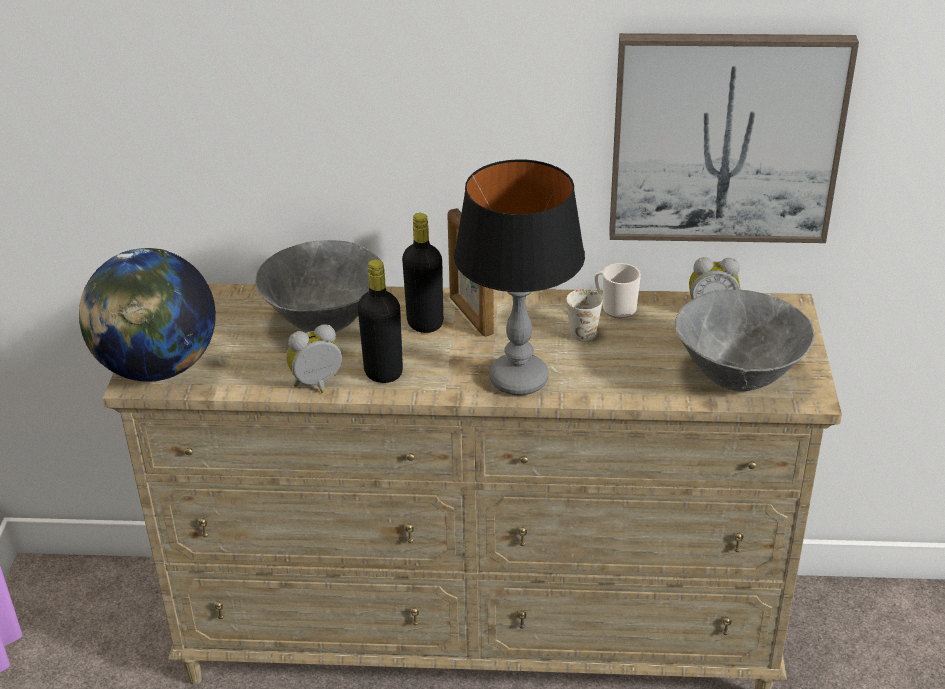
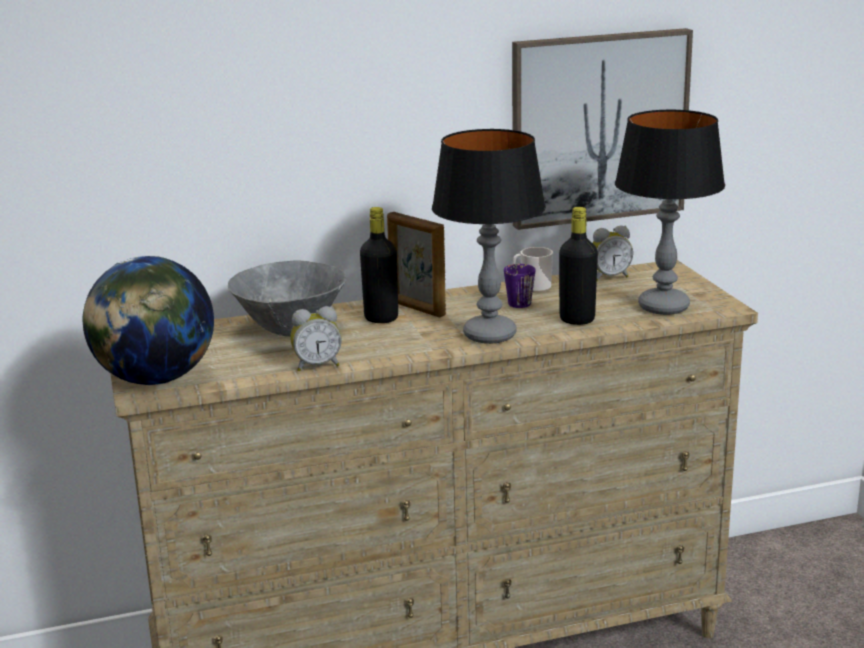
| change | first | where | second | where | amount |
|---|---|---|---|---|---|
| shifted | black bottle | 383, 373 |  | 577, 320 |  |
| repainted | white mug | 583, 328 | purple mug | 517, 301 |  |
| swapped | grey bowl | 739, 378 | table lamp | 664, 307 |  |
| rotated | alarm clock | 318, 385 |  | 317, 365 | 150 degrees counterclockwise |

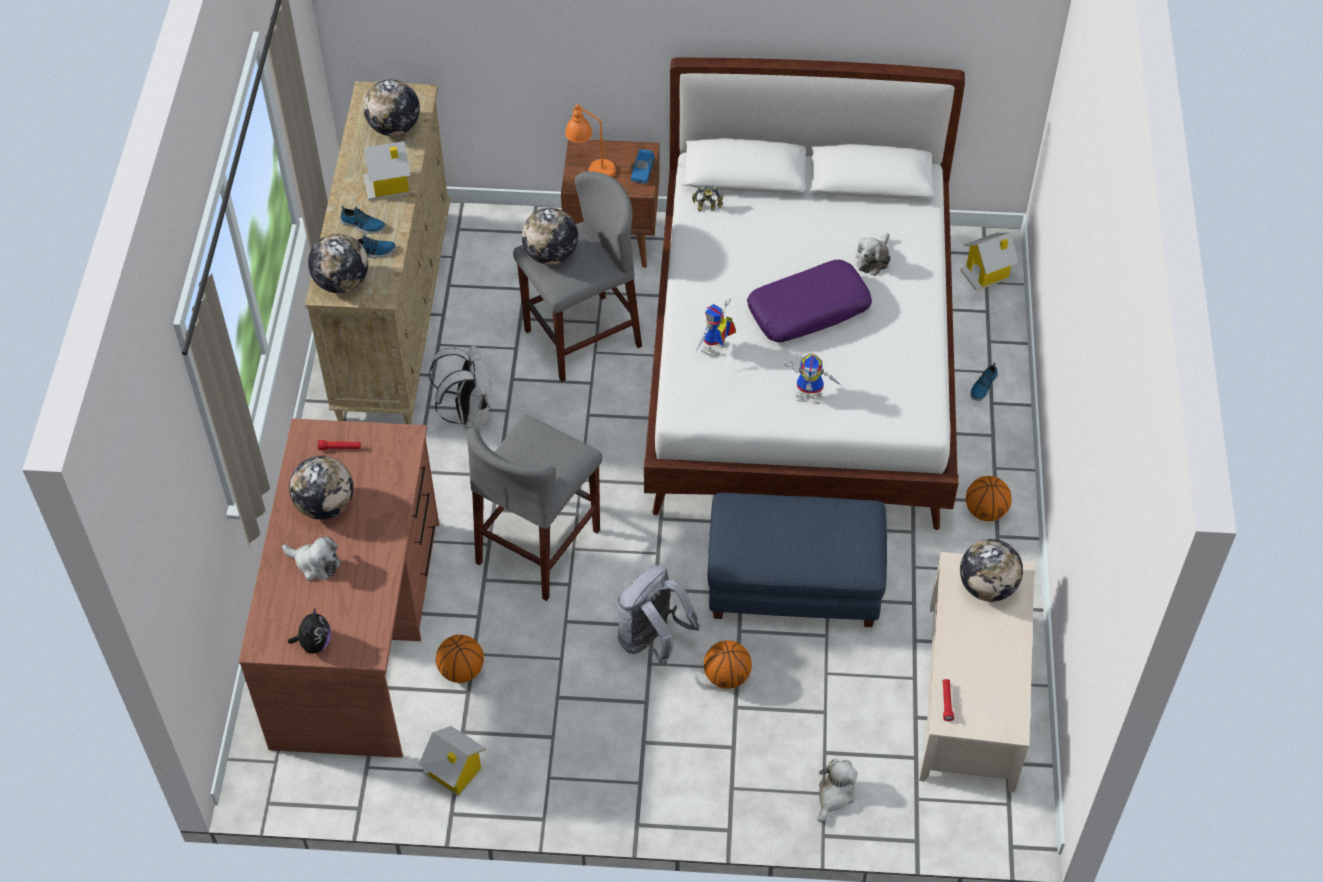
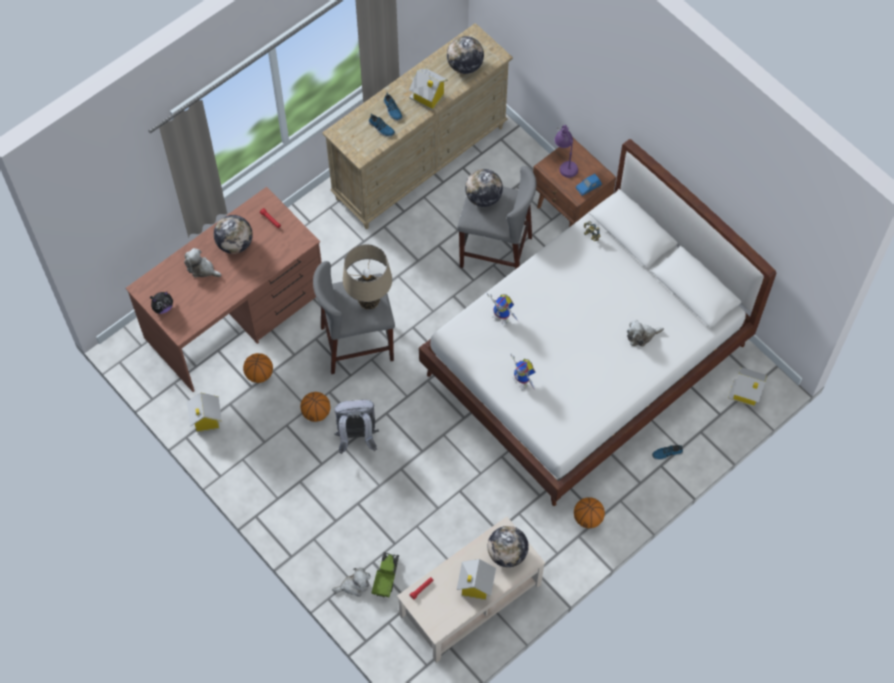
| change | first | where | second | where | amount |
|---|---|---|---|---|---|
| repainted | orange table lamp | 590, 167 | purple table lamp | 565, 163 |  |
| gone | globe | 341, 283 |  |  |  |
| gone | purple pillow | 808, 309 |  |  |  |
| rotated | toy robot | 715, 350 |  | 503, 317 | 135 degrees counterclockwise |
| gone | white backpack | 469, 413 |  |  |  |
| gone | blue ottoman | 795, 582 |  |  |  |
| rotated | plush toy | 315, 563 |  | 202, 269 | 135 degrees clockwise |
| shifted | basketball | 726, 677 |  | 316, 413 |  |
| new |  |  | beige table lamp | 369, 300 |  |
| new |  |  | toy truck | 385, 577 |  |
| new |  |  | toy house | 475, 585 |  |

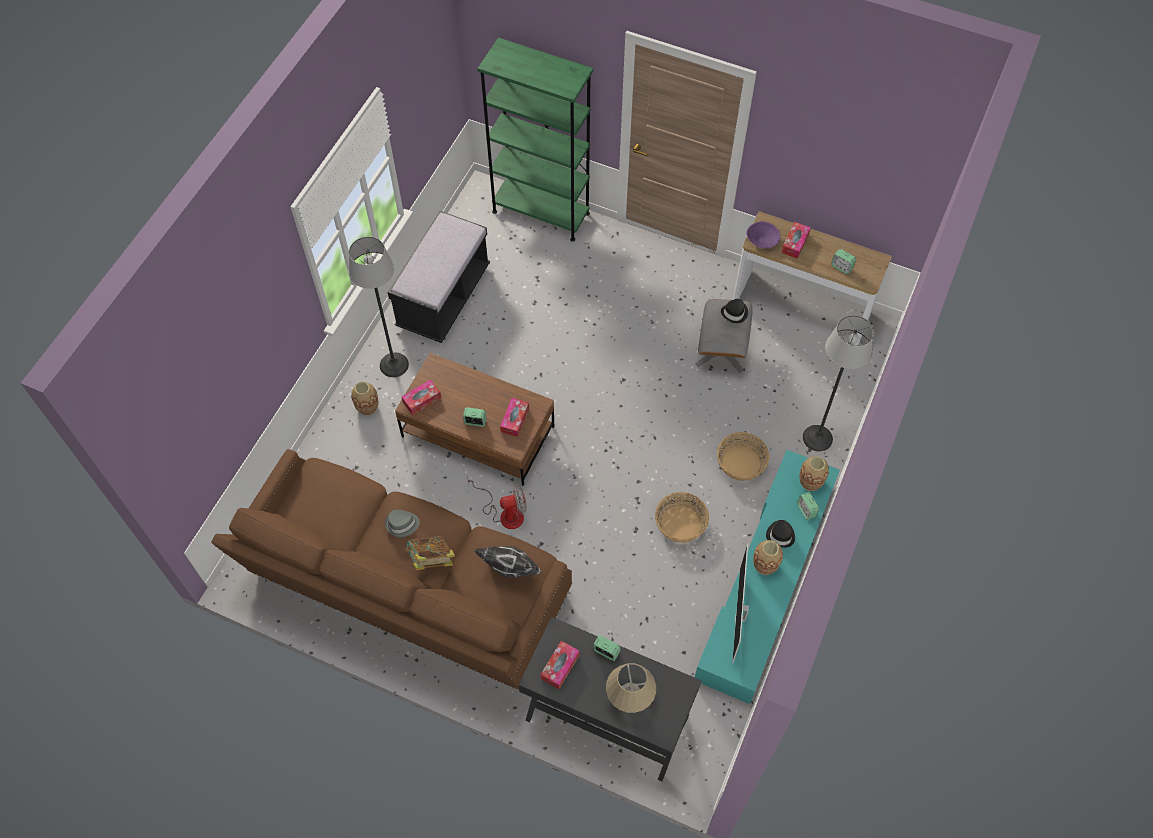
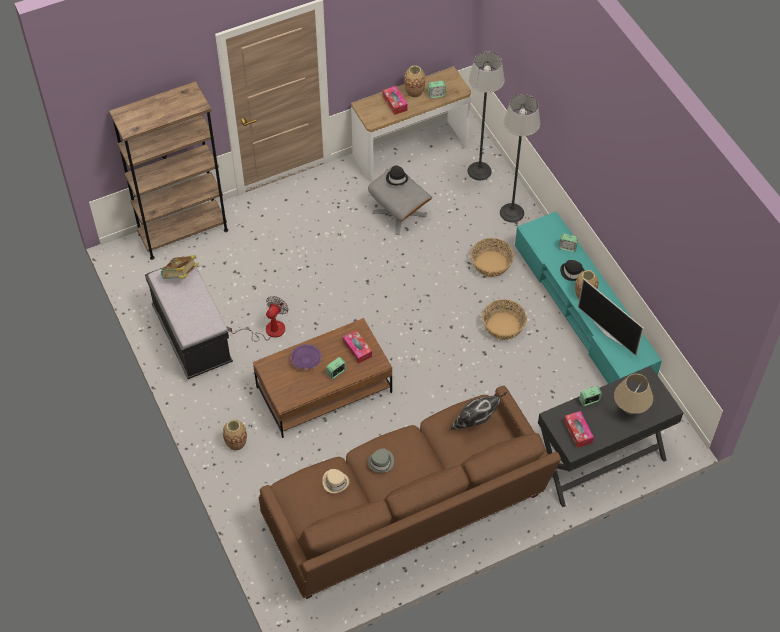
| change | first | where | second | where | amount |
|---|---|---|---|---|---|
| repainted | green bookcase | 540, 212 | brown bookcase | 183, 232 |  |
| shifted | purple bowl | 762, 240 |  | 306, 361 |  |
| shifted | floor lamp | 394, 364 |  | 479, 171 |  |
| gone | tissue box | 422, 400 |  |  |  |
| shifted | vase | 810, 482 |  | 414, 92 |  |
| shifted | fan | 505, 513 |  | 267, 330 |  |
| shifted | book | 431, 559 |  | 180, 276 |  |
| new |  |  | beige hat | 335, 482 |  |

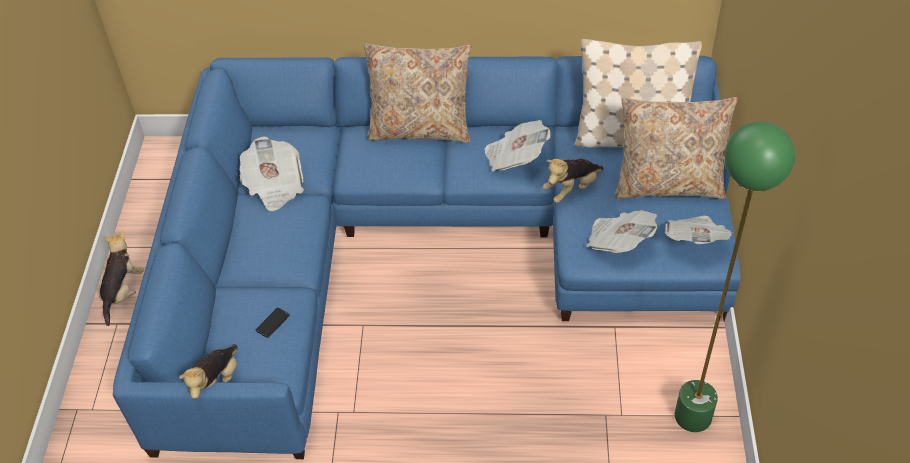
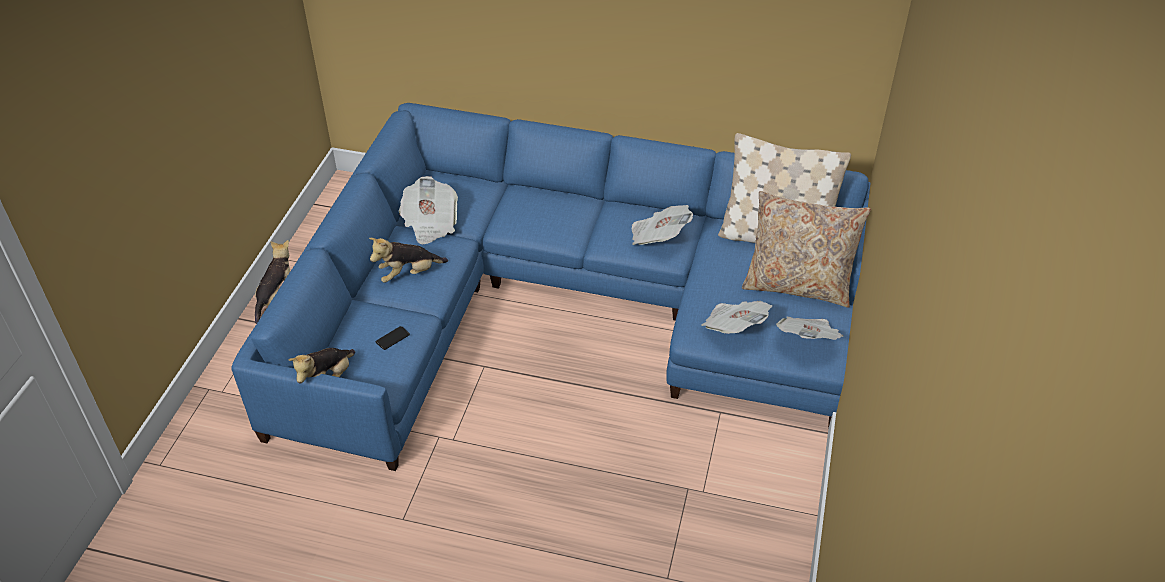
| change | first | where | second | where | amount |
|---|---|---|---|---|---|
| gone | beige pillow | 420, 129 |  |  |  |
| gone | green floor lamp | 693, 416 |  |  |  |
| shifted | plush toy | 572, 189 |  | 409, 274 |  |

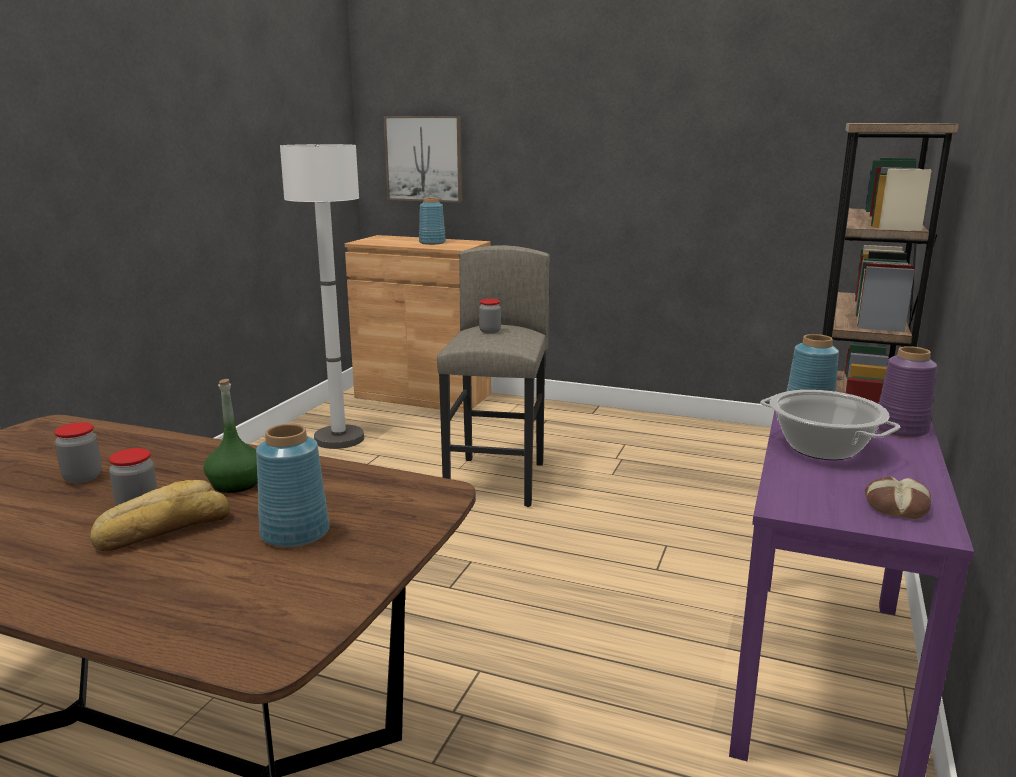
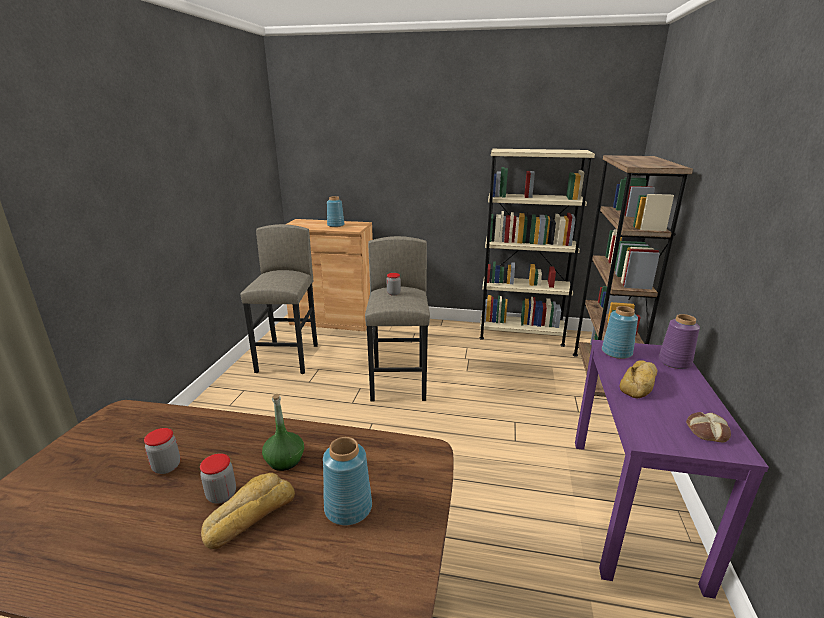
| change | first | where | second | where | amount |
|---|---|---|---|---|---|
| gone | picture | 424, 159 |  |  |  |
| swapped | white floor lamp | 339, 439 | grey stool | 288, 358 |  |
| swapped | cooking pot | 821, 448 | bread | 640, 384 |  |
| new |  |  | beige bookcase | 521, 334 |  |

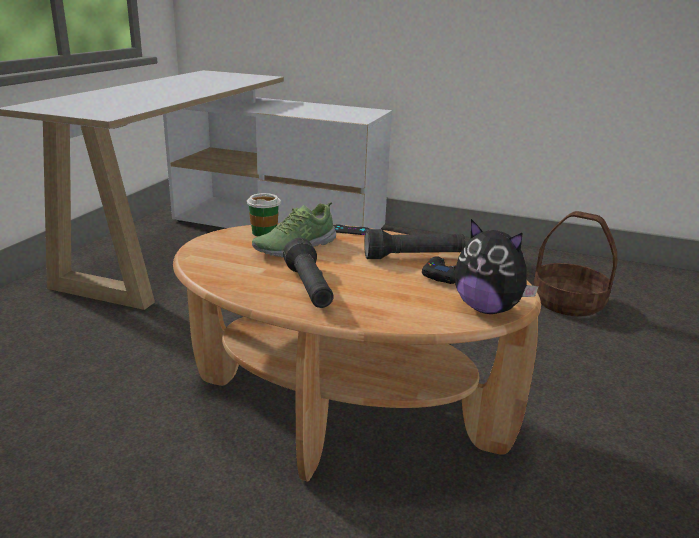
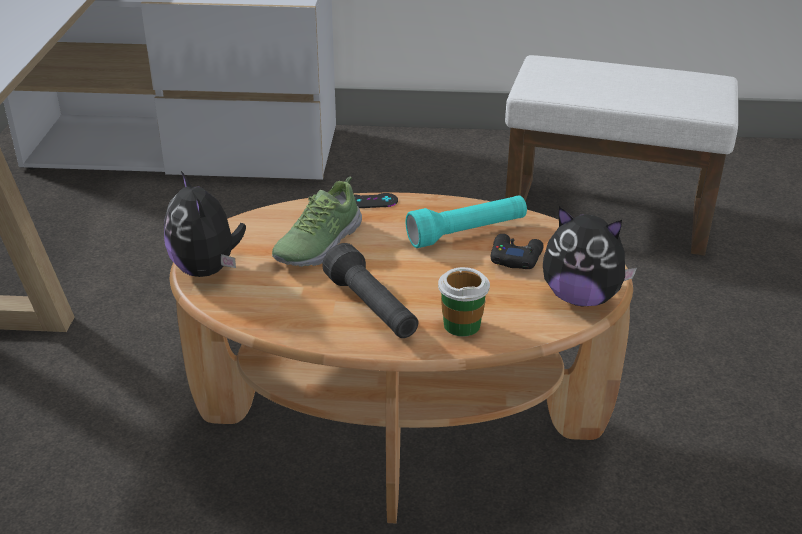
| change | first | where | second | where | amount |
|---|---|---|---|---|---|
| shifted | cup | 264, 232 |  | 461, 325 |  |
| swapped | basket | 568, 302 | white ottoman | 609, 214 |  |
| repainted | black flashlight | 414, 257 | turquoise flashlight | 467, 233 |  |
| new |  |  | plush toy | 207, 269 |  |

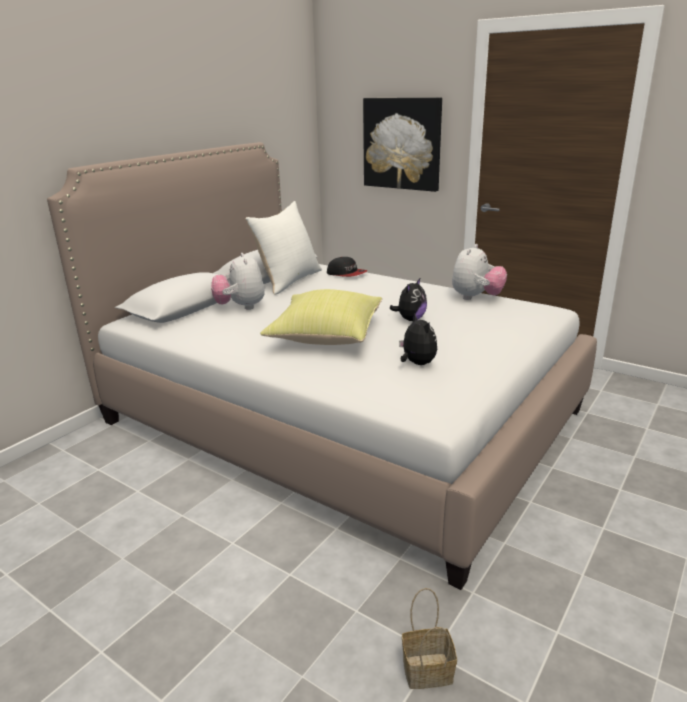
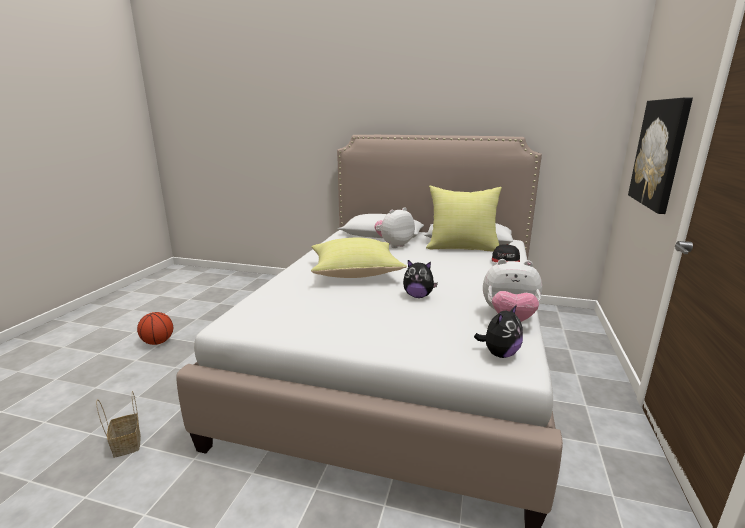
| change | first | where | second | where | amount |
|---|---|---|---|---|---|
| repainted | white pillow | 289, 281 | yellow pillow | 462, 248 |  |
| shifted | plush toy | 417, 363 |  | 499, 354 |  |
| new |  |  | basketball | 158, 342 |  |

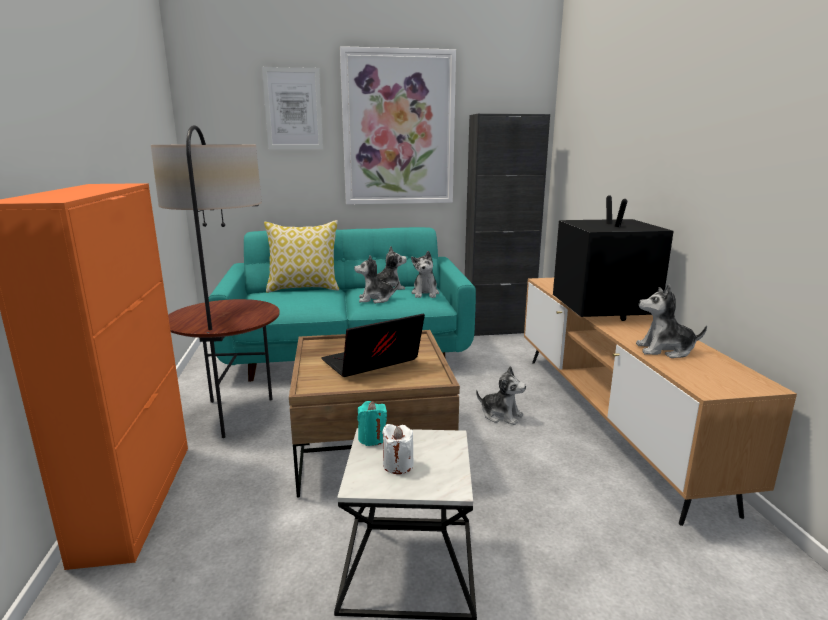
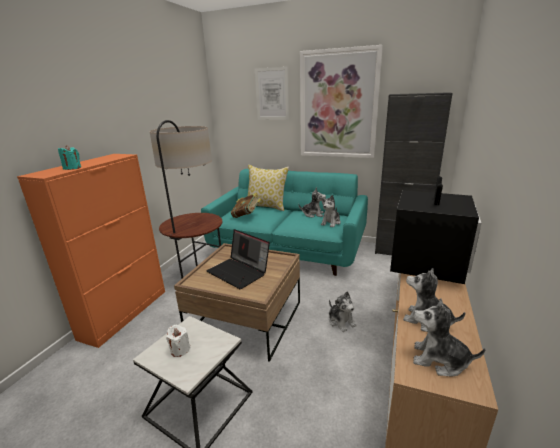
| change | first | where | second | where | amount |
|---|---|---|---|---|---|
| shifted | plush toy | 375, 299 |  | 439, 360 |  |
| rotated | laptop | 371, 363 |  | 239, 272 | 135 degrees counterclockwise |
| shifted | turquoise candle | 372, 438 |  | 72, 168 |  |
| new |  |  | book | 246, 216 |  |

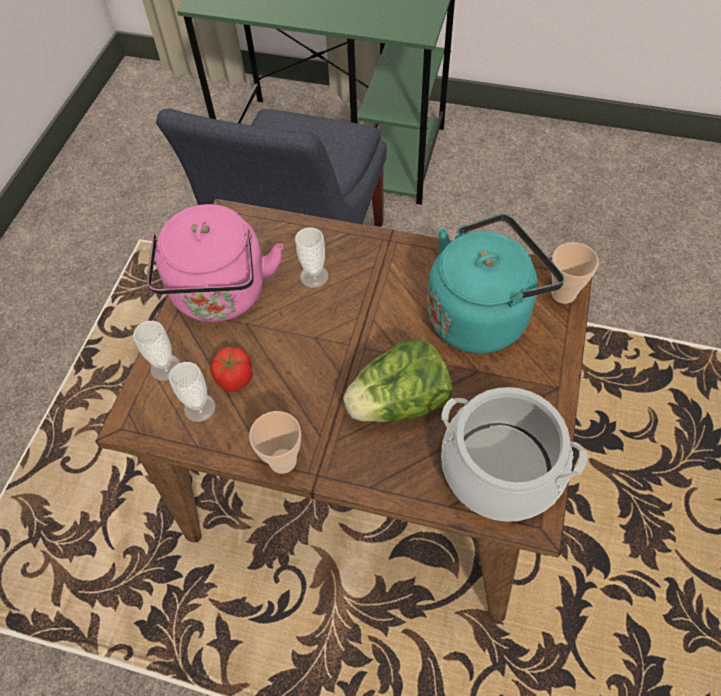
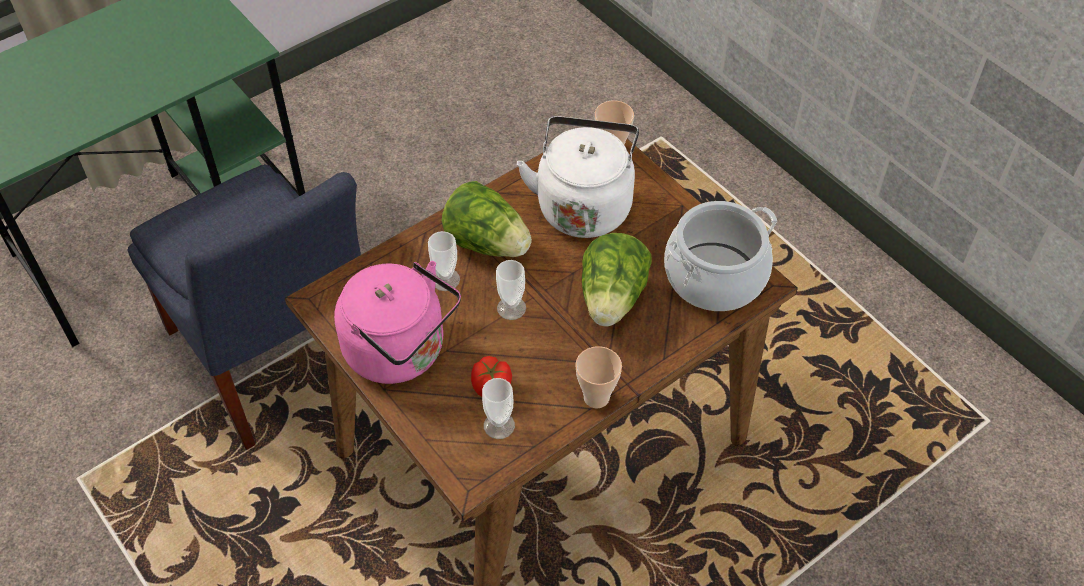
| change | first | where | second | where | amount |
|---|---|---|---|---|---|
| repainted | turquoise kettle | 481, 314 | white kettle | 584, 204 |  |
| shifted | cup | 165, 367 |  | 511, 308 |  |
| new |  |  | lettuce | 487, 243 |  |

